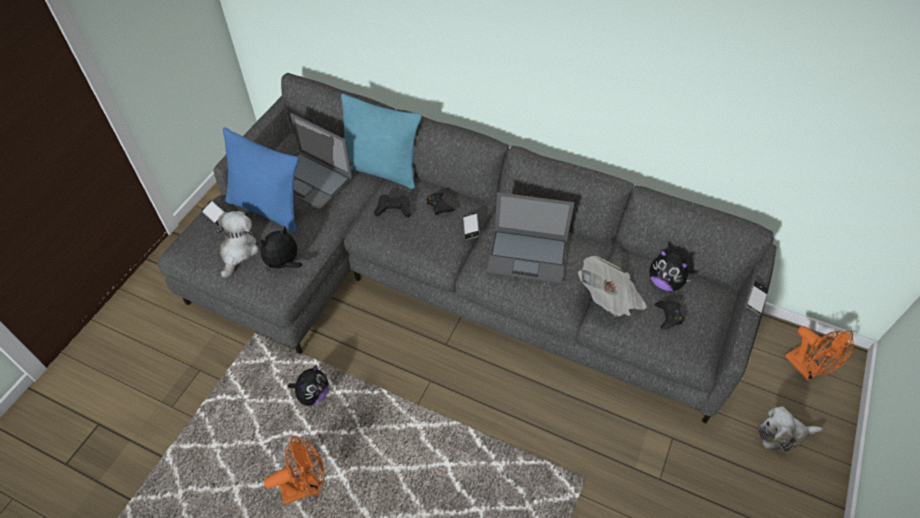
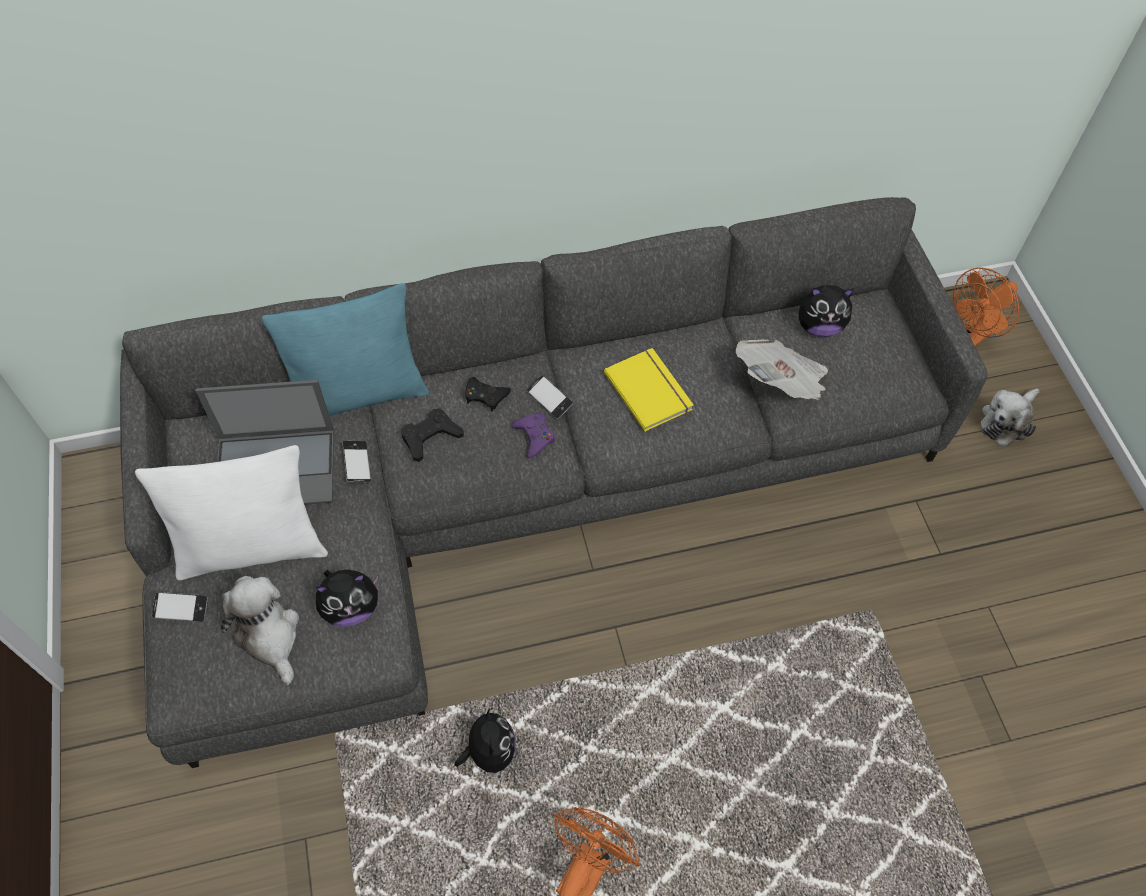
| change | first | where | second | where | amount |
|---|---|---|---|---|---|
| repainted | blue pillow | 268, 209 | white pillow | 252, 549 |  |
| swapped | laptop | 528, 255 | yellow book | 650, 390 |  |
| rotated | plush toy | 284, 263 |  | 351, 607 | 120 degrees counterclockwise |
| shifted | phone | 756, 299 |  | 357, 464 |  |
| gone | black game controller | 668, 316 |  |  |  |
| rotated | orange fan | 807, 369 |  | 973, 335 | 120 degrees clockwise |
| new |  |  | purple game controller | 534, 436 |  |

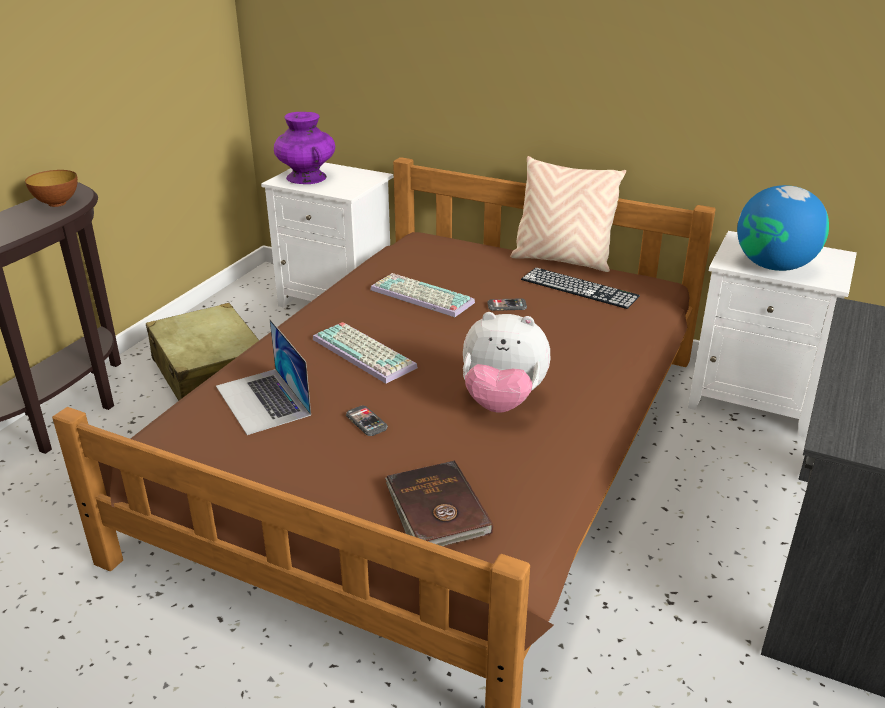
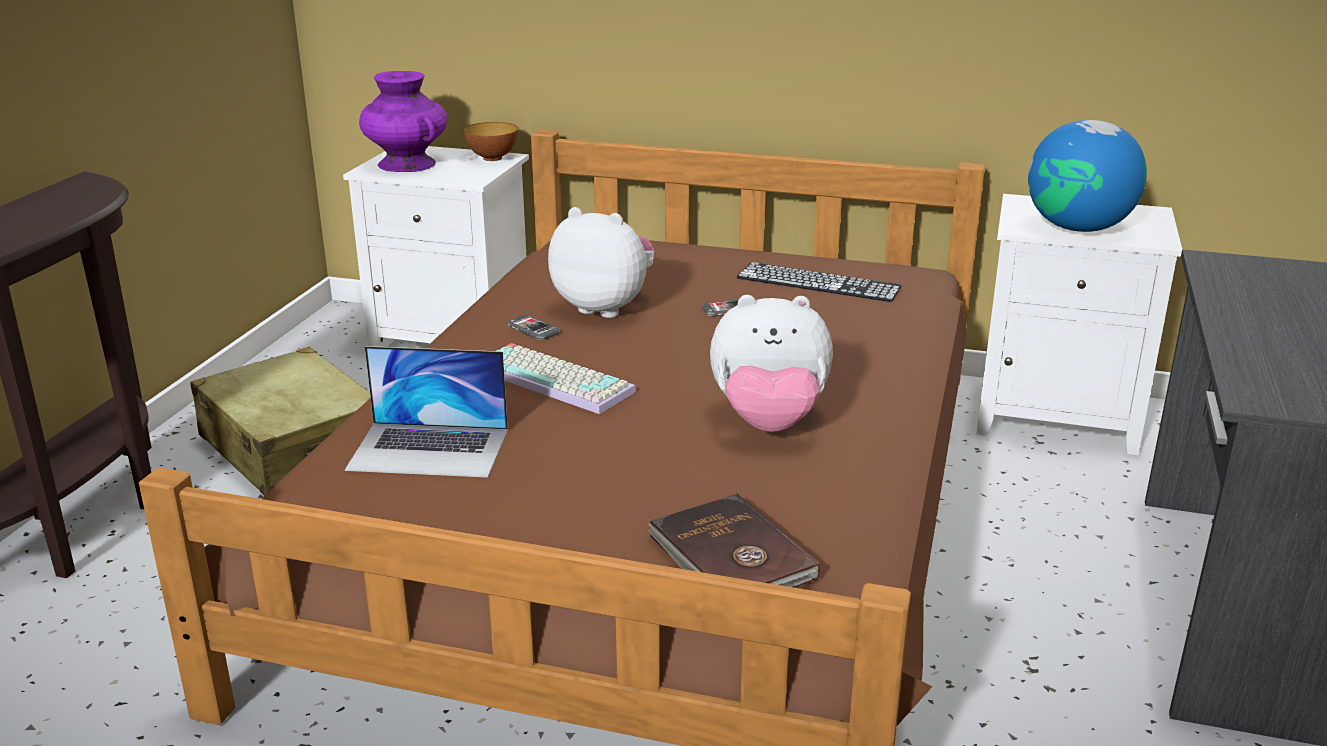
| change | first | where | second | where | amount |
|---|---|---|---|---|---|
| gone | beige pillow | 562, 260 |  |  |  |
| shifted | bowl | 57, 203 |  | 492, 158 |  |
| swapped | keyboard | 419, 296 | plush toy | 605, 307 |  |
| rotated | laptop | 263, 400 |  | 429, 449 | 45 degrees counterclockwise |
| shifted | phone | 366, 422 |  | 533, 329 |  |

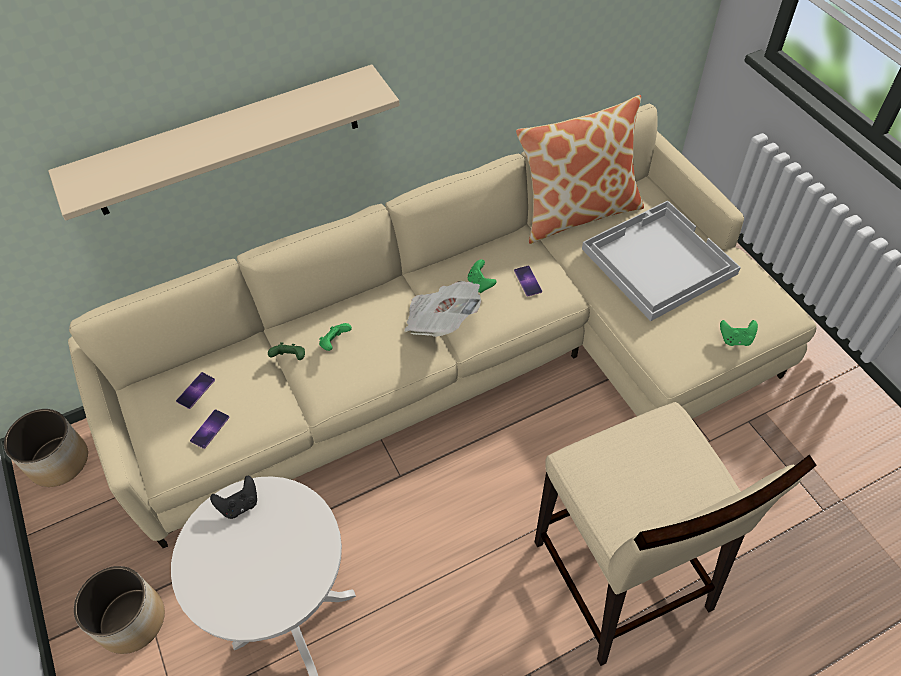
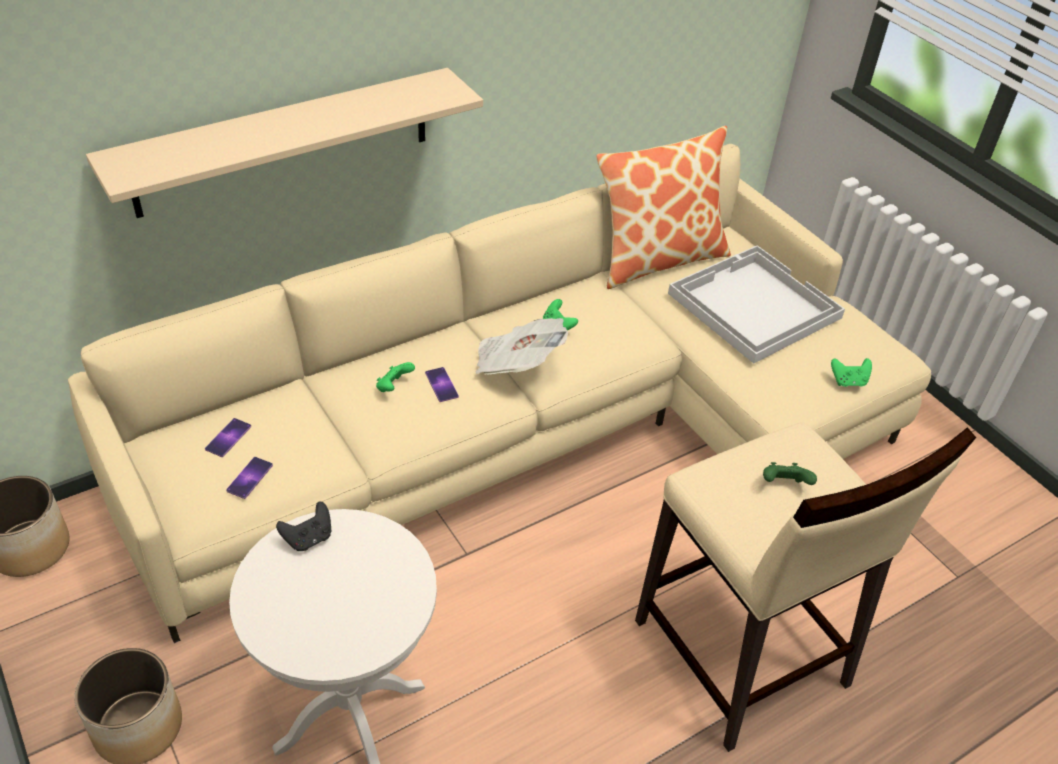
| change | first | where | second | where | amount |
|---|---|---|---|---|---|
| shifted | phone | 527, 281 |  | 441, 384 |  |
| shifted | green game controller | 290, 358 |  | 783, 485 |  |

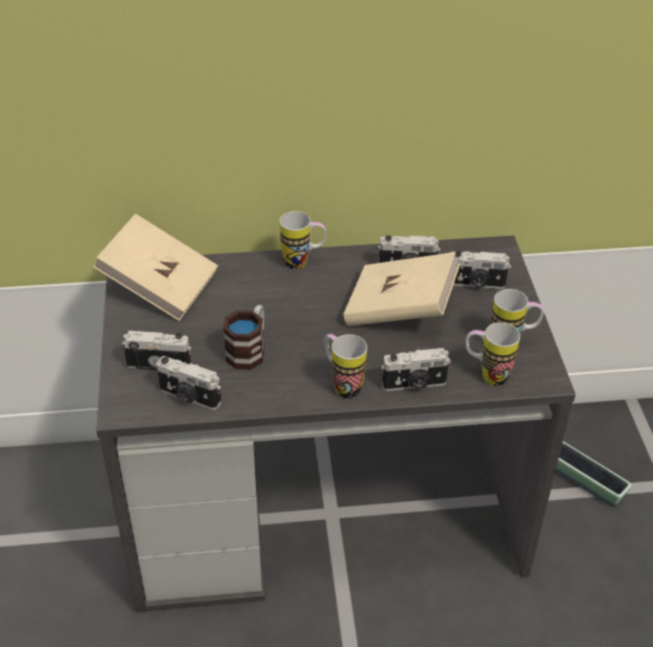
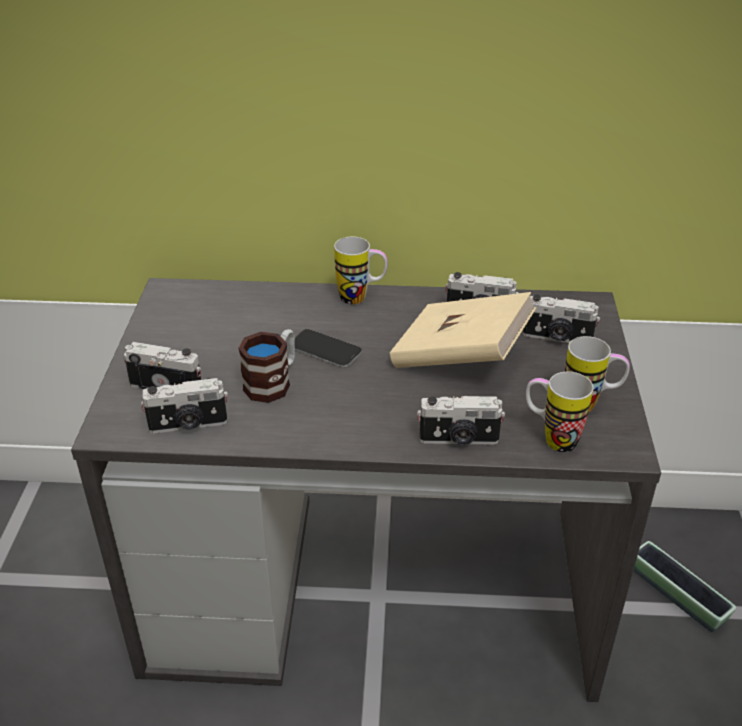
| change | first | where | second | where | amount |
|---|---|---|---|---|---|
| gone | beige book | 160, 286 |  |  |  |
| gone | mug | 342, 384 |  |  |  |
| rotated | photo camera | 189, 397 |  | 188, 425 | 45 degrees counterclockwise |
| new |  |  | phone | 325, 350 |  |

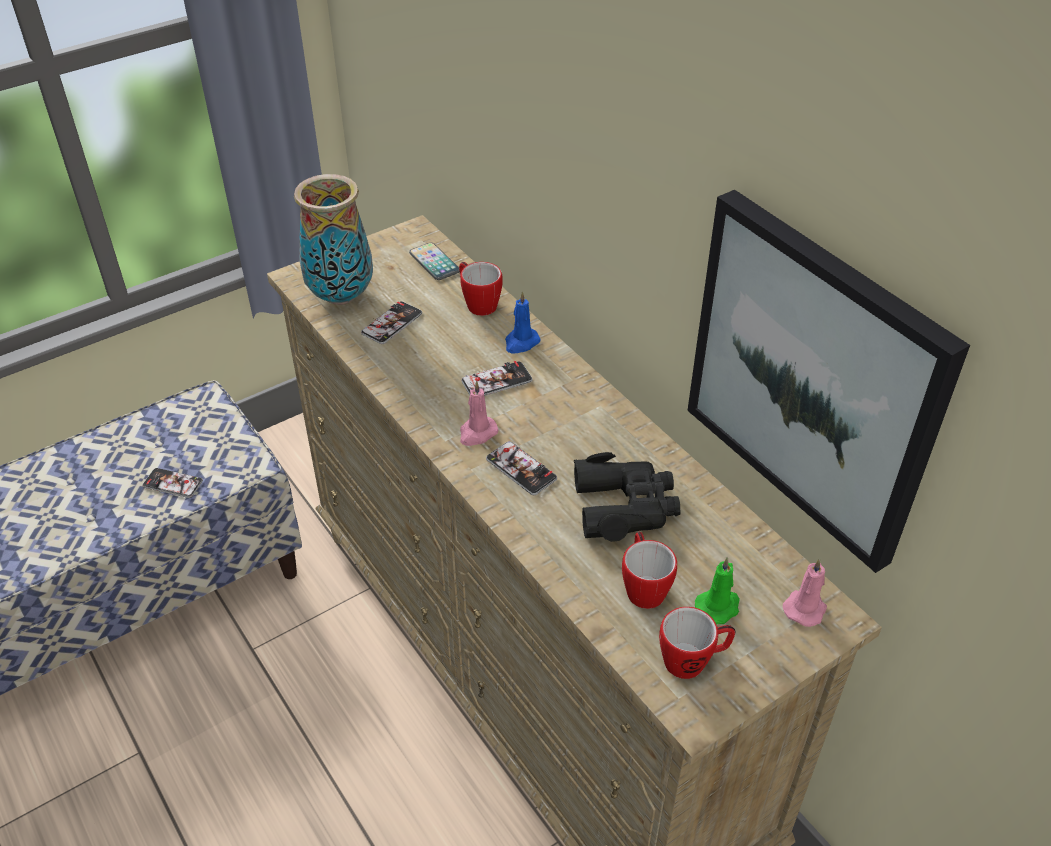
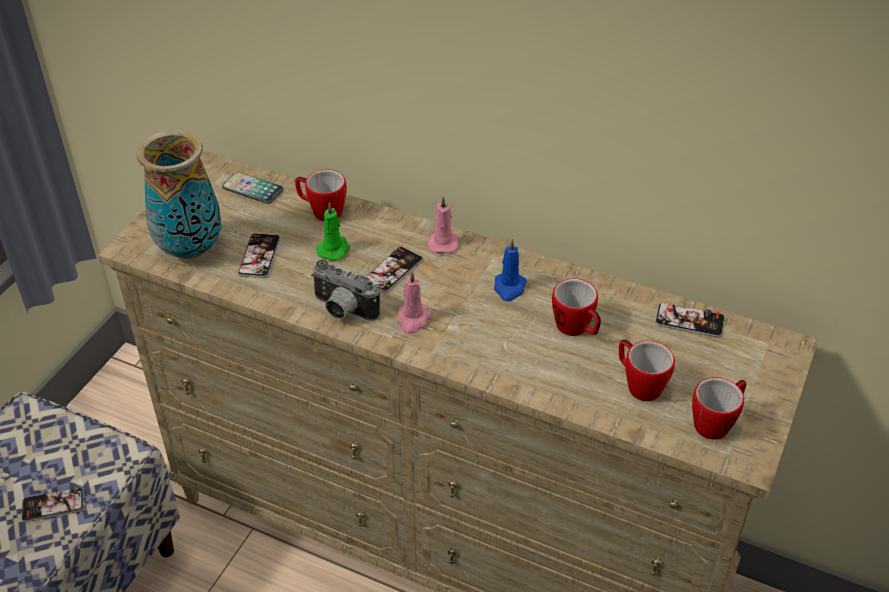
| change | first | where | second | where | amount |
|---|---|---|---|---|---|
| gone | picture | 814, 378 |  |  |  |
| shifted | blue candle | 521, 342 |  | 509, 288 |  |
| shifted | phone | 521, 469 |  | 689, 321 |  |
| swapped | black binoculars | 625, 506 | mug | 576, 329 |  |
| shifted | green candle | 718, 606 |  | 334, 249 |  |
| shifted | pink candle | 805, 607 |  | 443, 242 |  |
| new |  |  | photo camera | 342, 310 |  |

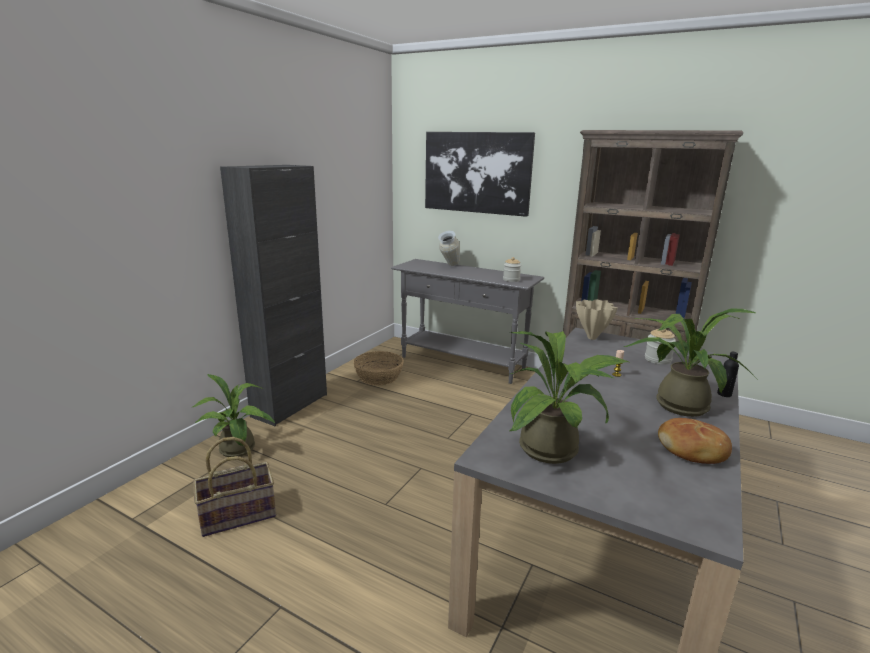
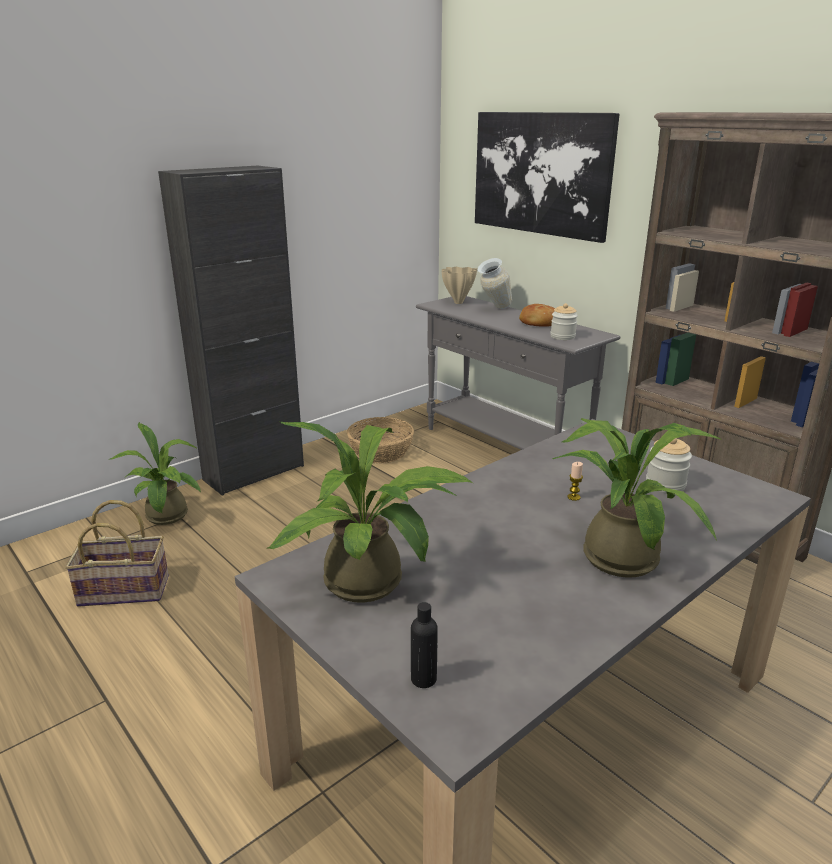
| change | first | where | second | where | amount |
|---|---|---|---|---|---|
| shifted | beige vase | 591, 338 |  | 457, 303 |  |
| shifted | black bottle | 724, 394 |  | 423, 679 |  |
| shifted | bread | 692, 450 |  | 539, 323 |  |

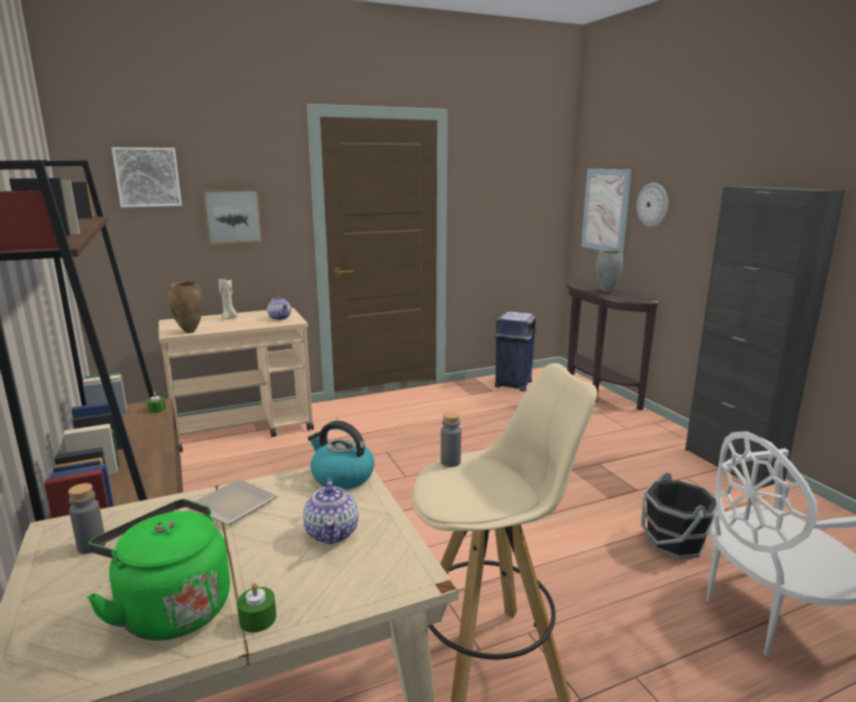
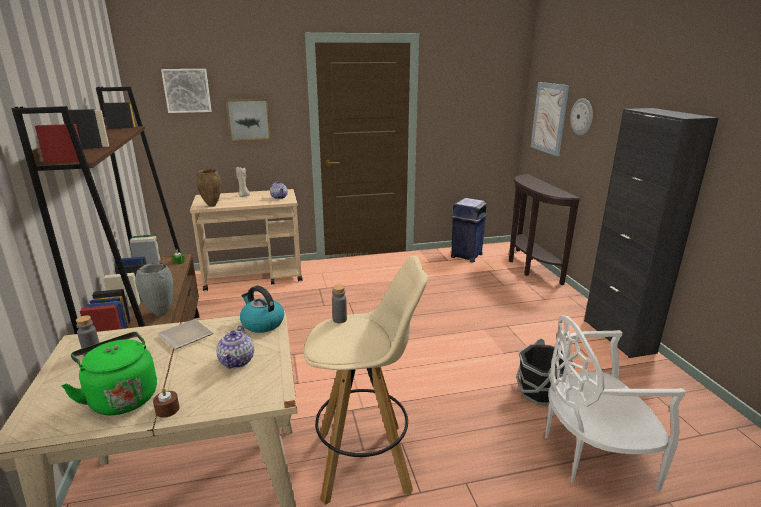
| change | first | where | second | where | amount |
|---|---|---|---|---|---|
| shifted | grey vase | 606, 292 |  | 160, 314 |  |
| repainted | green candle | 258, 619 | brown candle | 167, 409 |  |

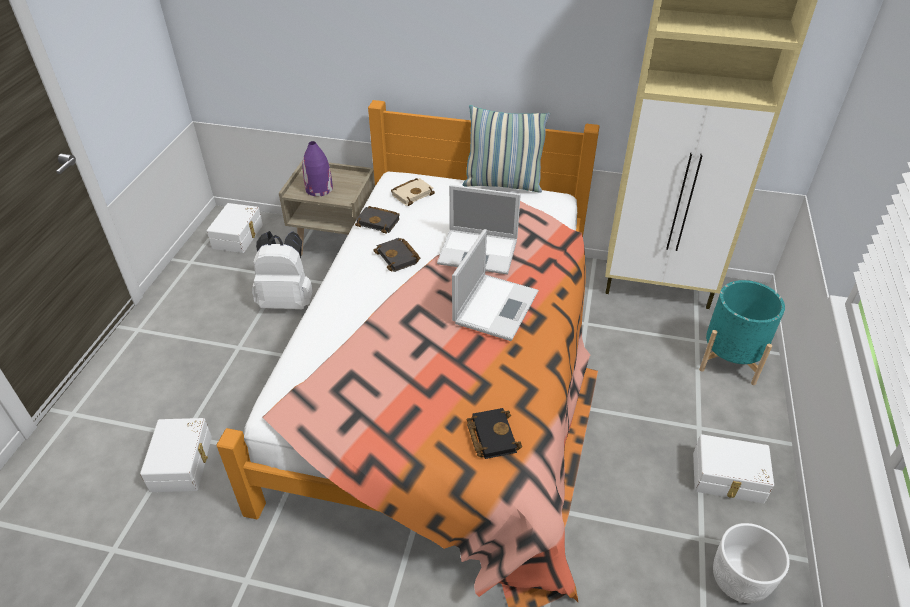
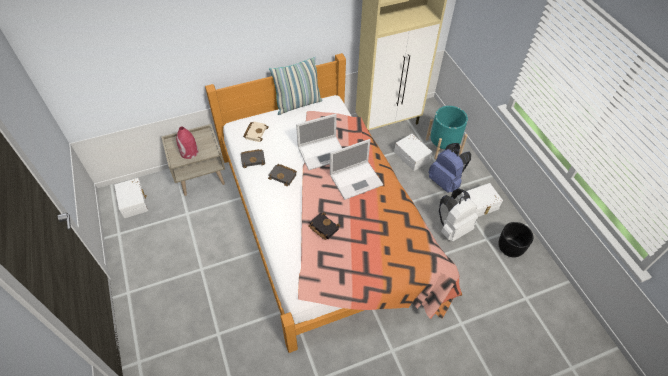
| change | first | where | second | where | amount |
|---|---|---|---|---|---|
| repainted | purple vase | 319, 189 | red vase | 189, 152 |  |
| rotated | laptop | 496, 306 |  | 357, 179 | 75 degrees clockwise |
| shifted | white backpack | 287, 301 |  | 453, 228 |  |
| shifted | black book | 491, 435 |  | 322, 227 |  |
| shifted | white storage box | 183, 463 |  | 412, 156 |  |
| repainted | white planter | 740, 579 | black planter | 510, 247 |  |
| new |  |  | blue backpack | 445, 182 |  |

